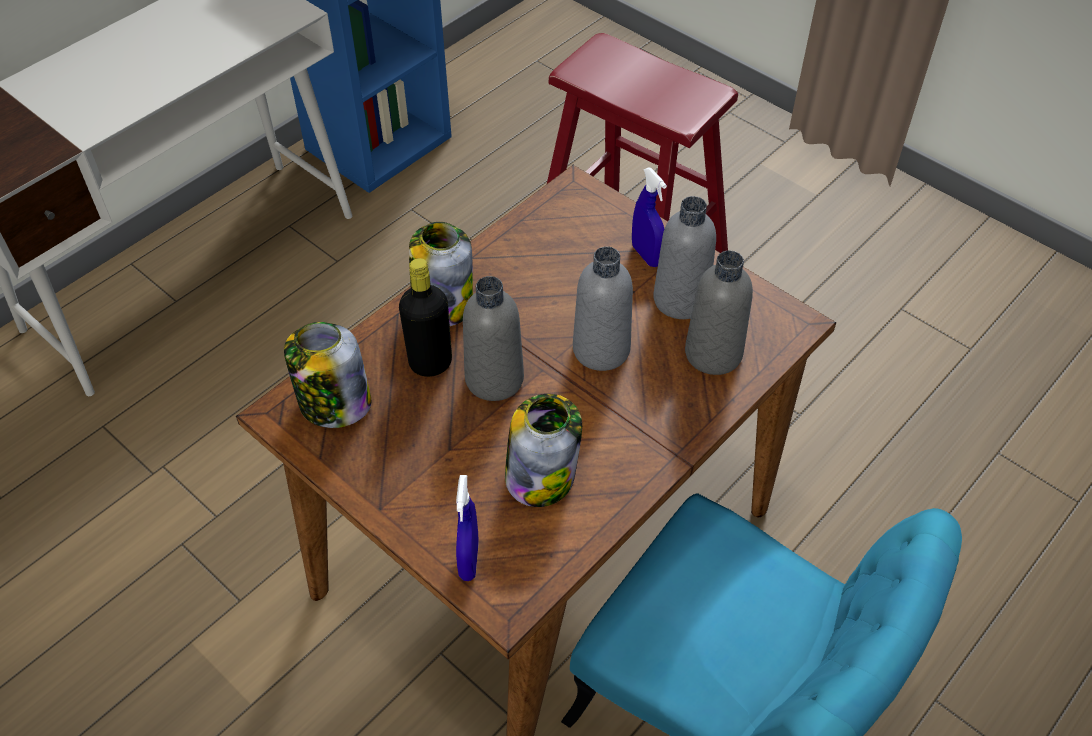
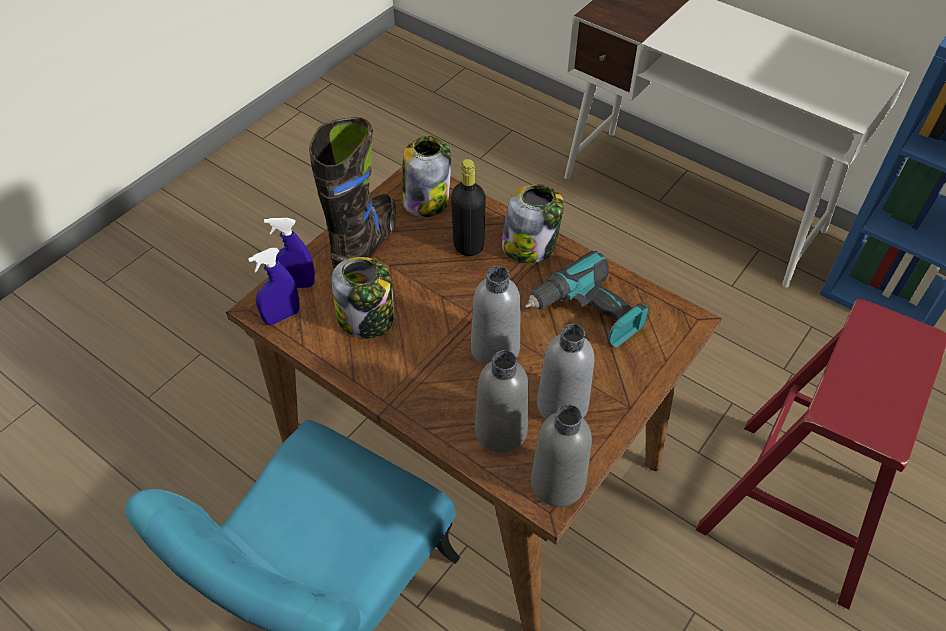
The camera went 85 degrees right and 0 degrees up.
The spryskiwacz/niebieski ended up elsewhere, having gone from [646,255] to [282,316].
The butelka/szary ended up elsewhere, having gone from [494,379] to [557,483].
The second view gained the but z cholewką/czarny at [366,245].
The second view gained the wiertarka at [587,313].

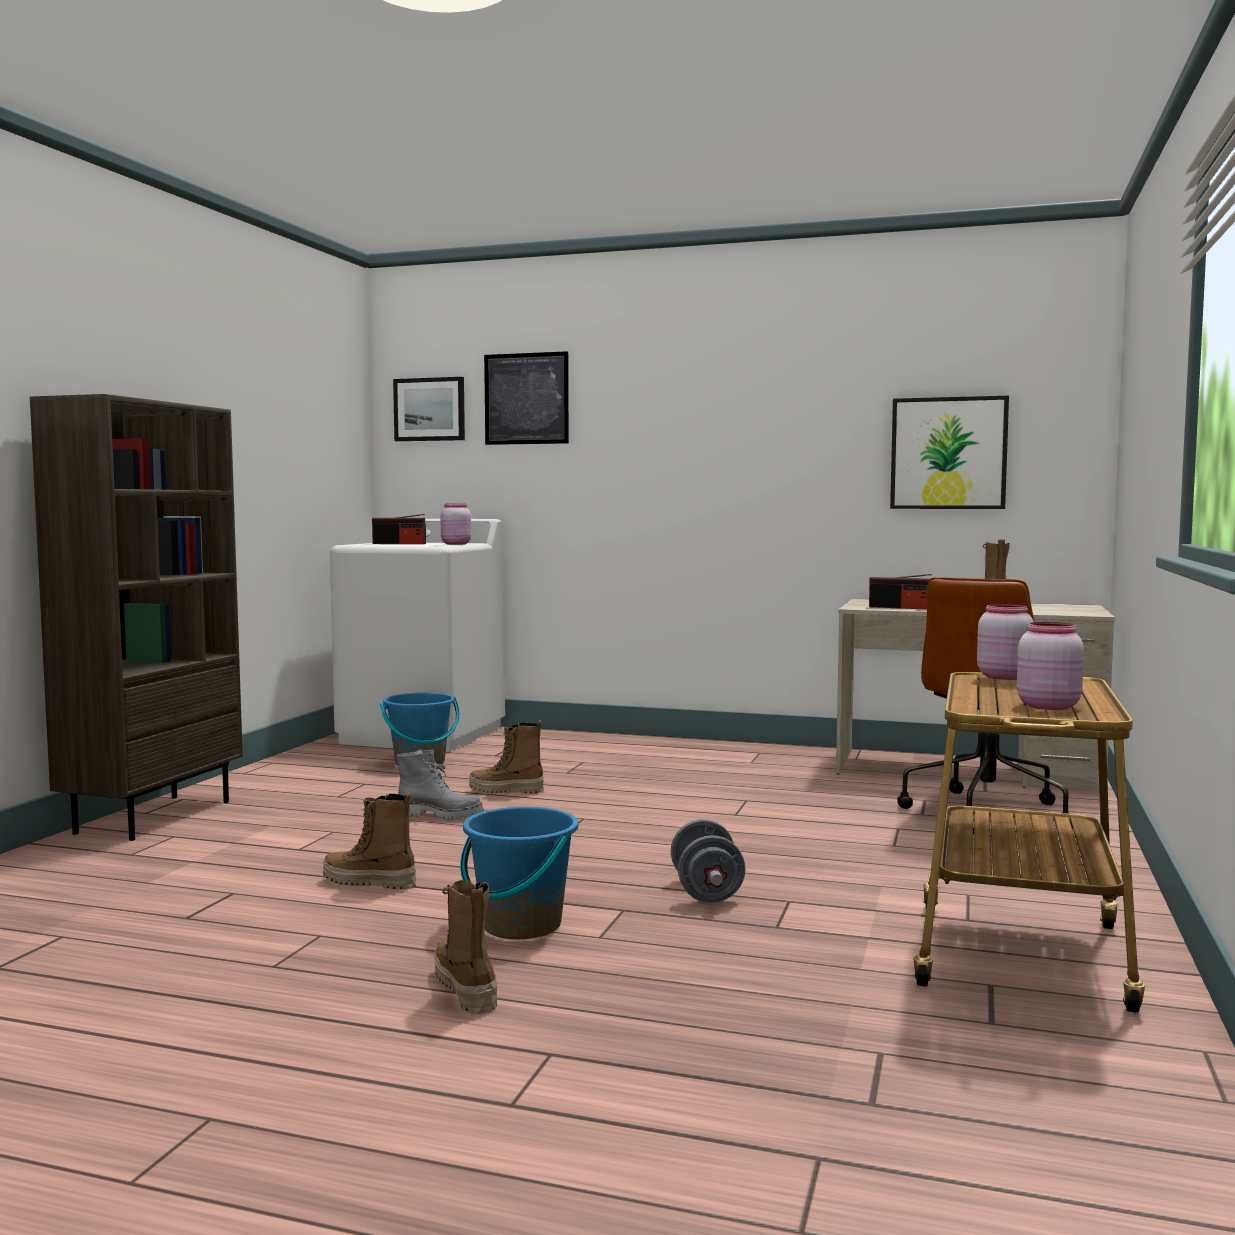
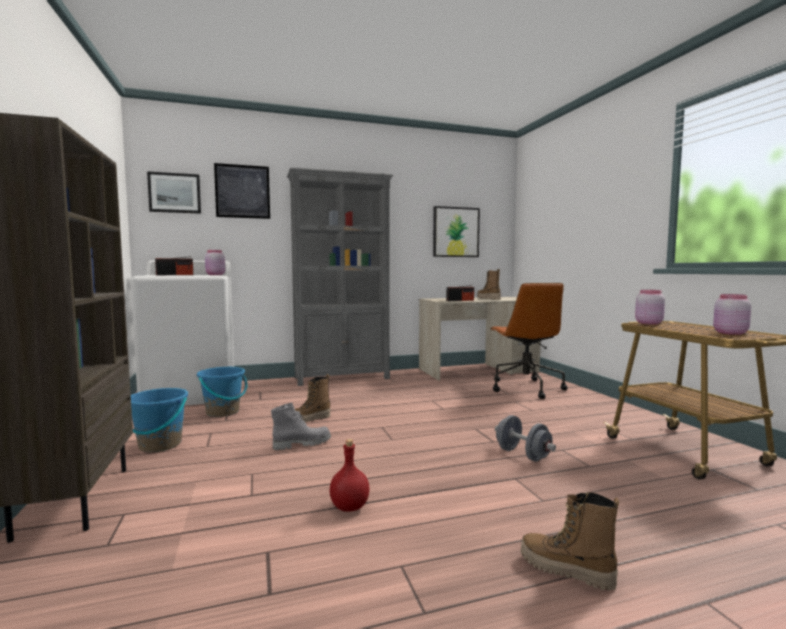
The camera went 35 degrees left and 0 degrees up.
Where the but z cholewką stood at [369,883], the butelka/czerwony came to stand at [350,507].
The wiadro/niebieski ended up elsewhere, having gone from [520,925] to [160,445].
The second view gained the regał/szary at [342,378].

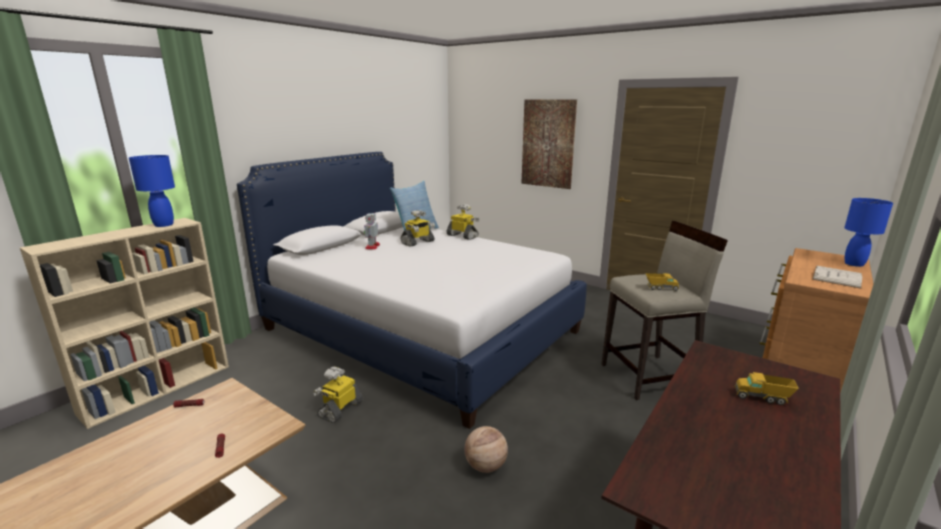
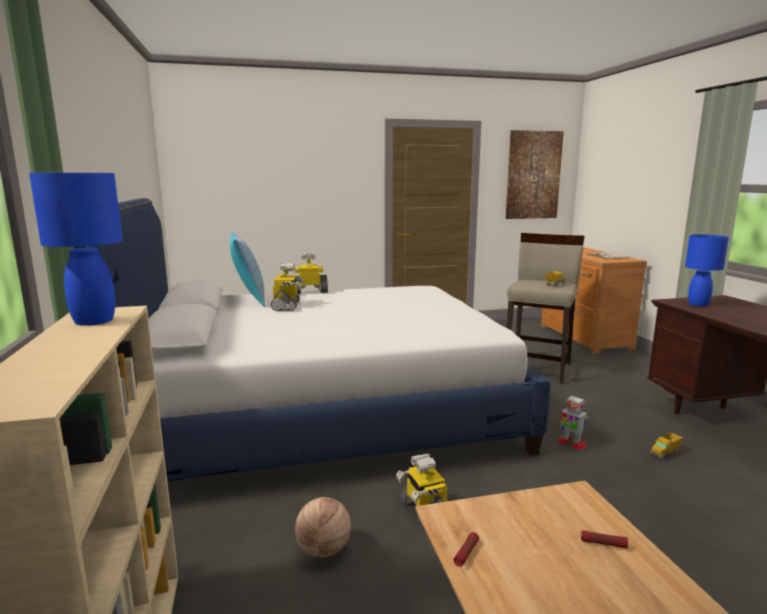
The camera went 50 degrees left and 5 degrees down.
The obraz ended up elsewhere, having gone from [548,144] to [533,175].
The lampa stołowa/niebieski ended up elsewhere, having gone from [854,264] to [698,304].
The robot zabawkowy ended up elsewhere, having gone from [372,246] to [571,443].
The ciężarówka zabawkowa ended up elsewhere, having gone from [762,398] to [665,453].
The piłka do koszykówki ended up elsewhere, having gone from [486,466] to [324,550].

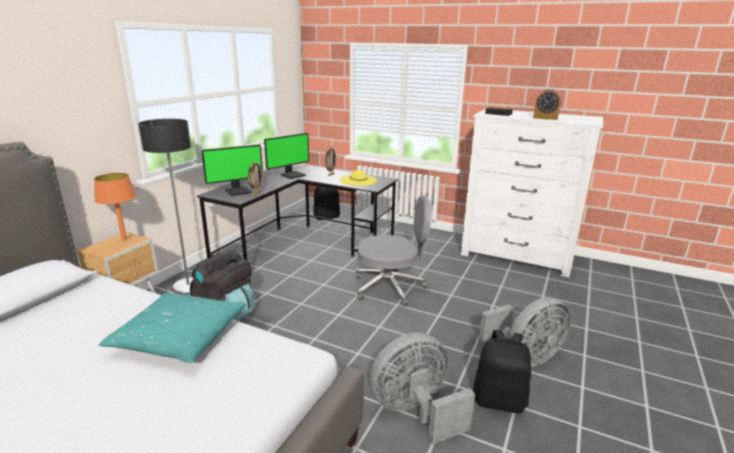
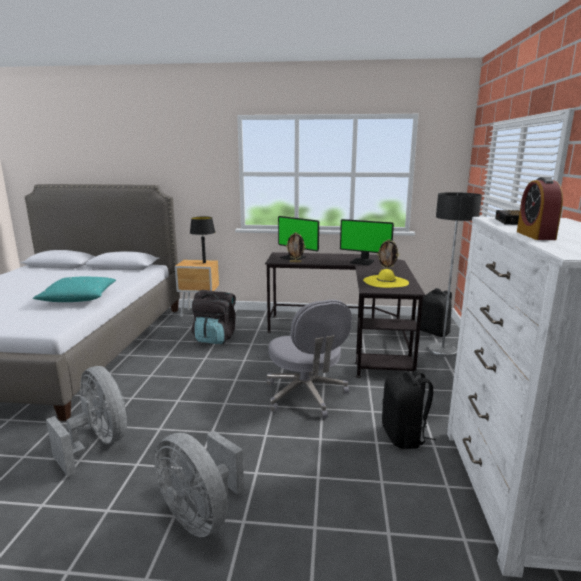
The camera went 70 degrees right and 5 degrees down.
The lampa stojąca ended up elsewhere, having gone from [188,286] to [442,350].
What was the lampa stołowa/pomarańczowy at [124,240] turned into the lampa stołowa/czarny at [204,263].
The plecak/czarny ended up elsewhere, having gone from [499,400] to [404,436].

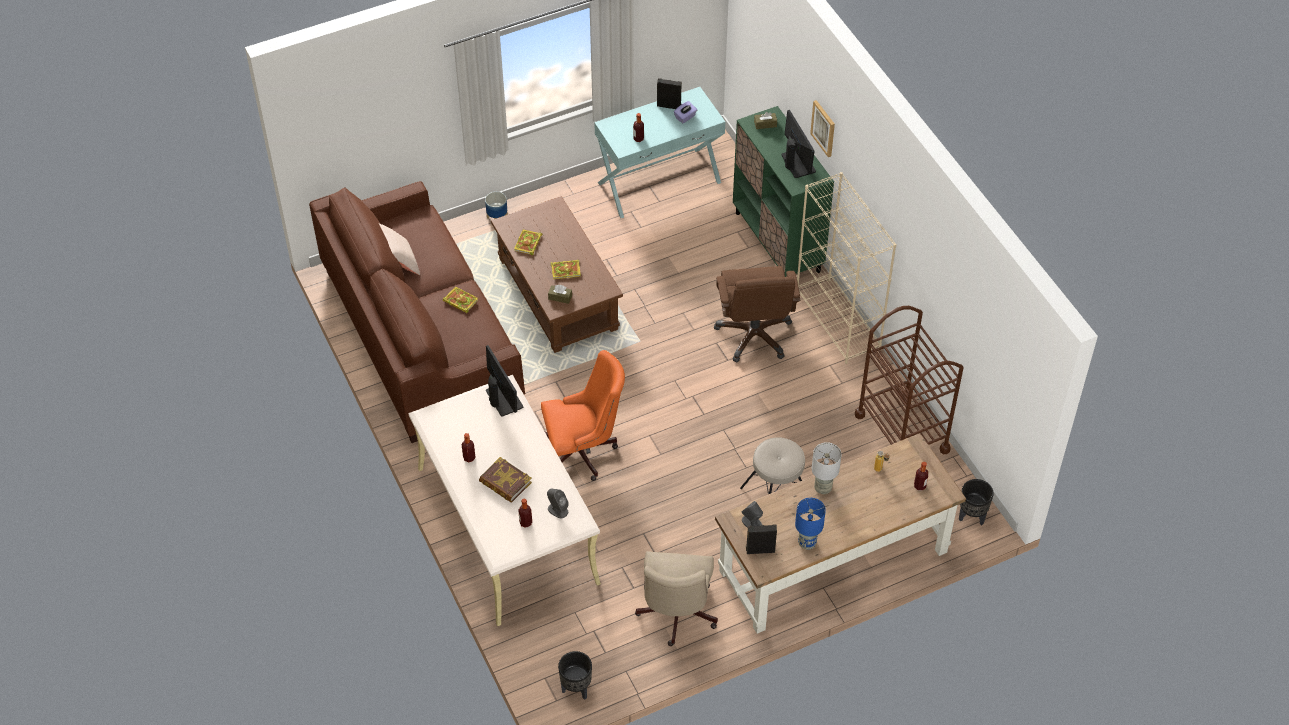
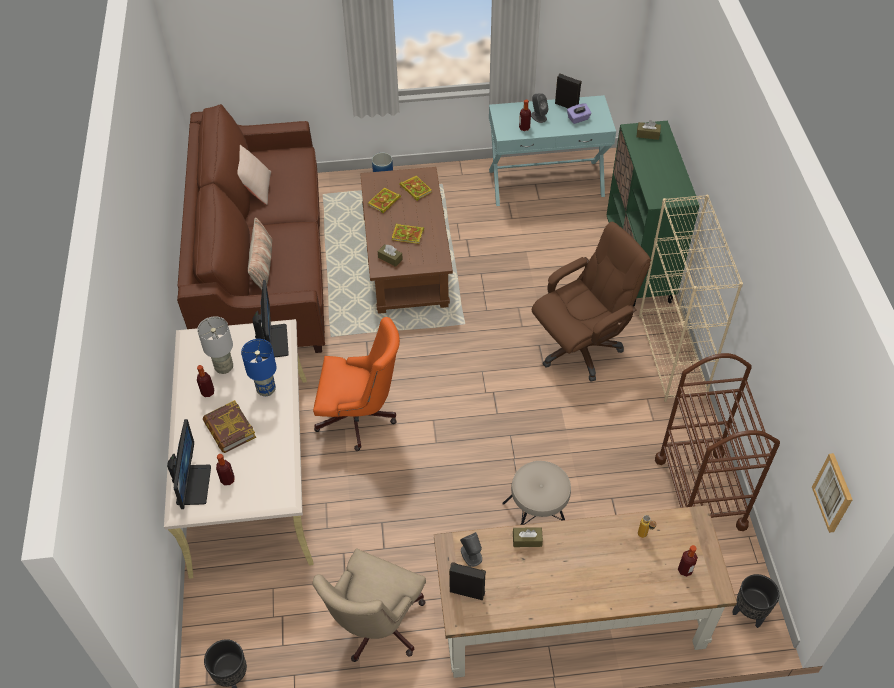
The camera went 20 degrees right and 0 degrees up.
The obraz ended up elsewhere, having gone from [823,128] to [833,493].
The monitor ended up elsewhere, having gone from [797,163] to [192,484].
The krzesło biurowe/brązowy at [754,335] ended up facing another way, 135 degrees counterclockwise from before.
The książka ended up elsewhere, having gone from [460,301] to [415,189].
The lampa stołowa/szary ended up elsewhere, having gone from [823,488] to [224,367].
The głośnik/szary ended up elsewhere, having gone from [557,510] to [538,116].
The lampa stołowa/niebieski ended up elsewhere, having gone from [807,543] to [266,390].
The second view gained the poduszka at [262,266].
The second view gained the pudełko chusteczek/brązowy at [527,540].

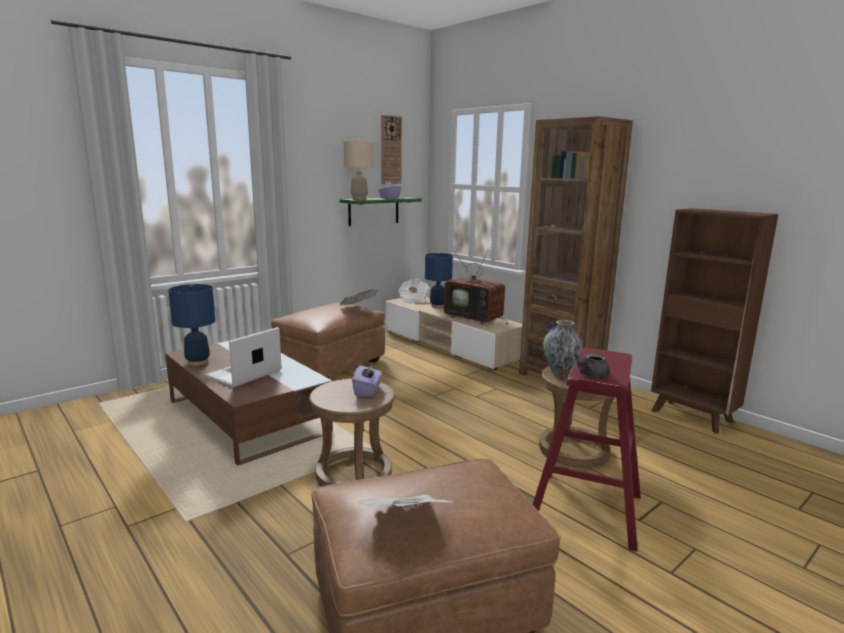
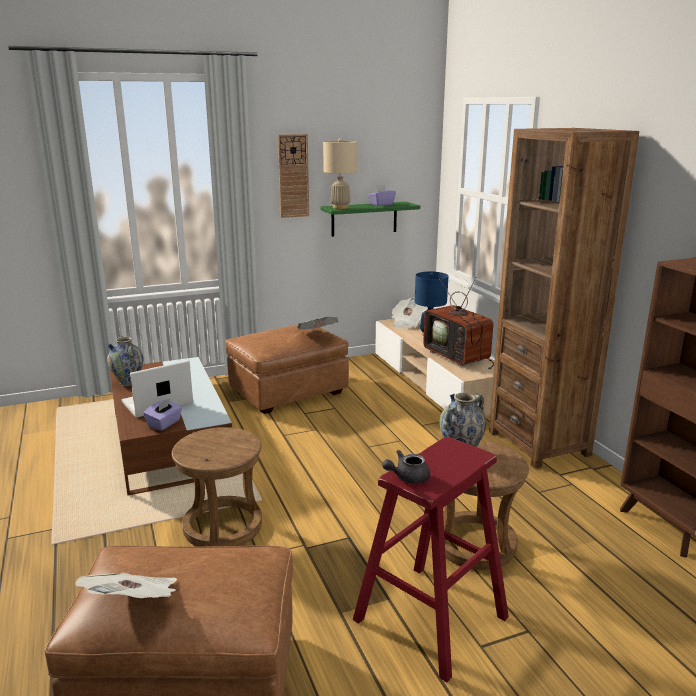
The camera went 20 degrees right and 5 degrees up.
The zegar ścienny ended up elsewhere, having gone from [391,150] to [293,176].
Where the lampa stołowa/niebieski stood at [198,362], the wazon came to stand at [128,383].
The pudełko chusteczek/fioletowy ended up elsewhere, having gone from [367,391] to [164,424].

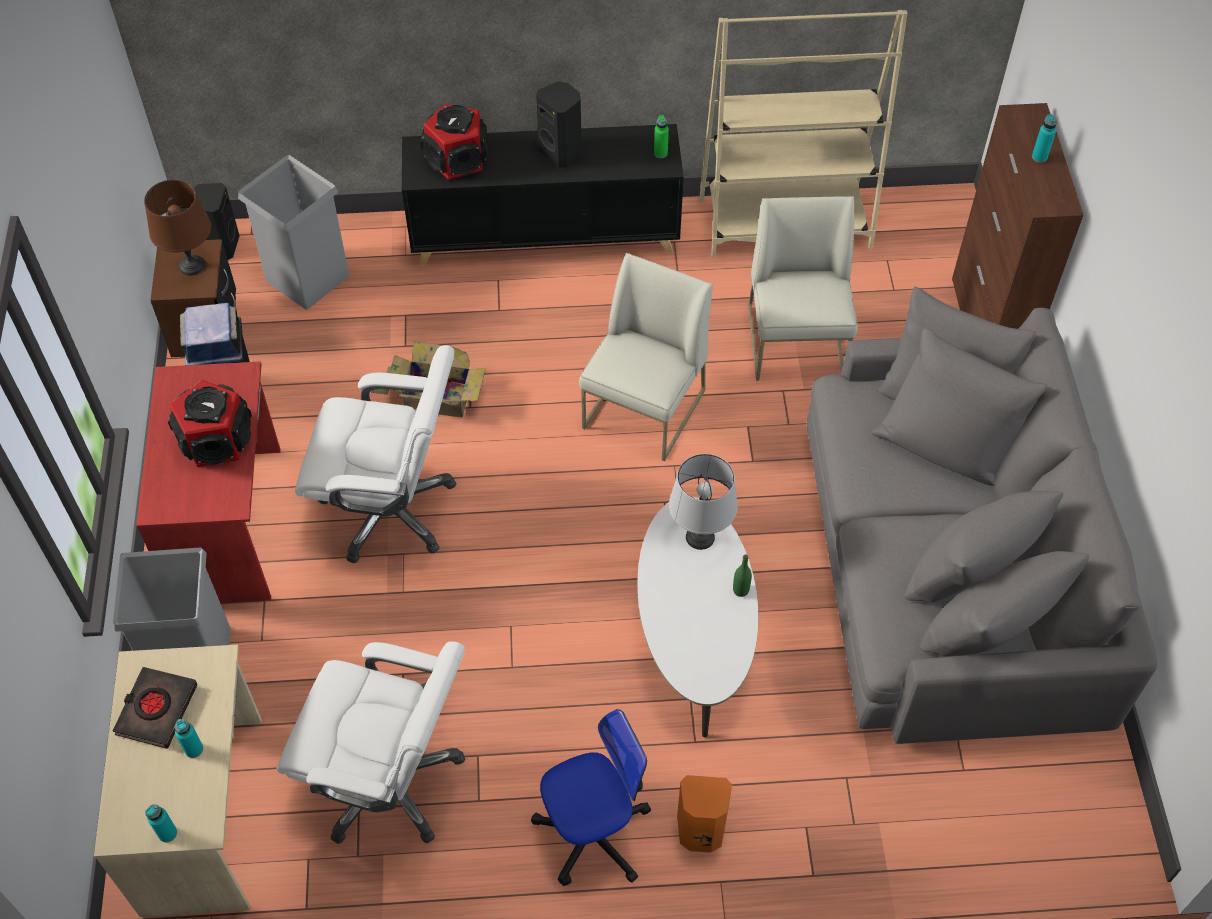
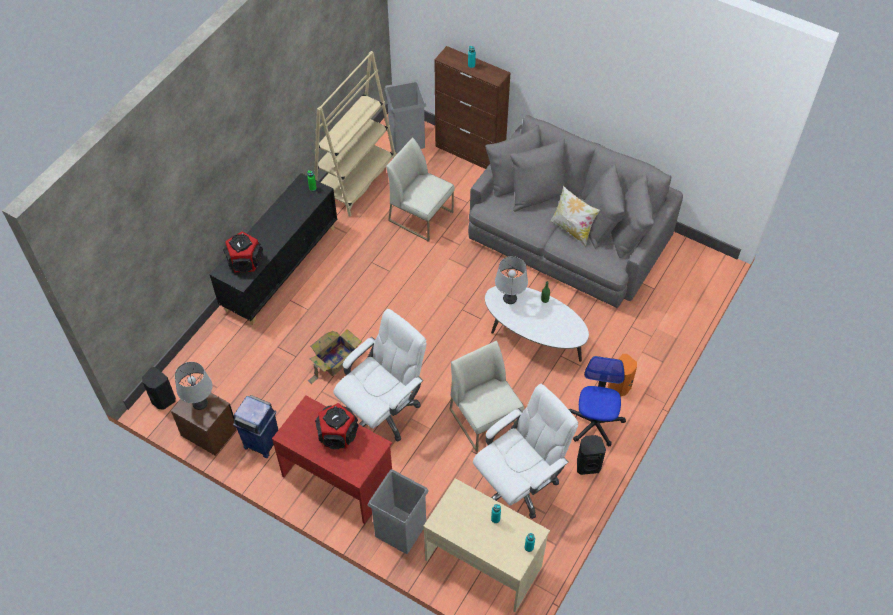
The camera went 55 degrees left and 0 degrees up.
The głośnik/czarny ended up elsewhere, having gone from [562,152] to [587,465].
The kosz na śmieci/szary ended up elsewhere, having gone from [308,277] to [407,139].
What was the lampa stołowa/brązowy at [192,265] turned into the lampa stołowa/szary at [199,403].
The krzesło/biały ended up elsewhere, having gone from [644,410] to [485,419].
The second view lost the książka/czarny at [156,710].
The second view gained the poduszka at [572,229].

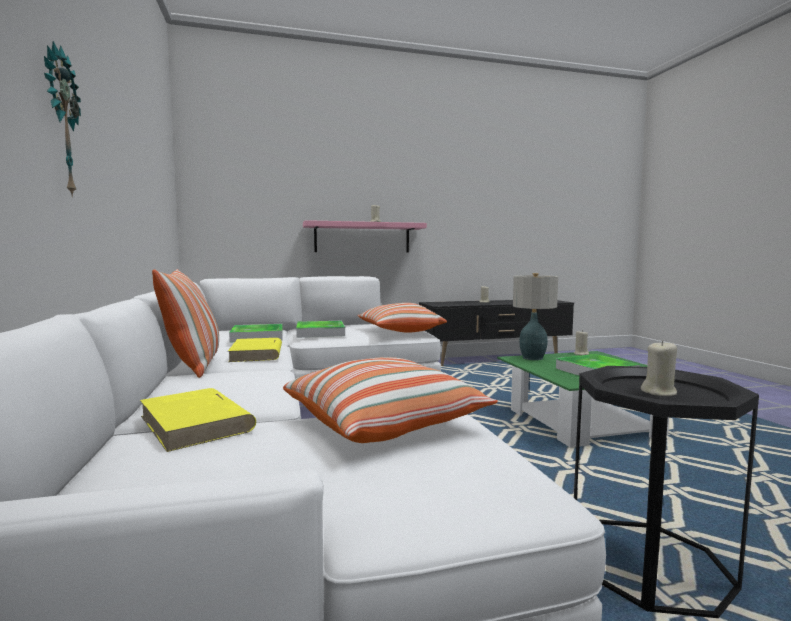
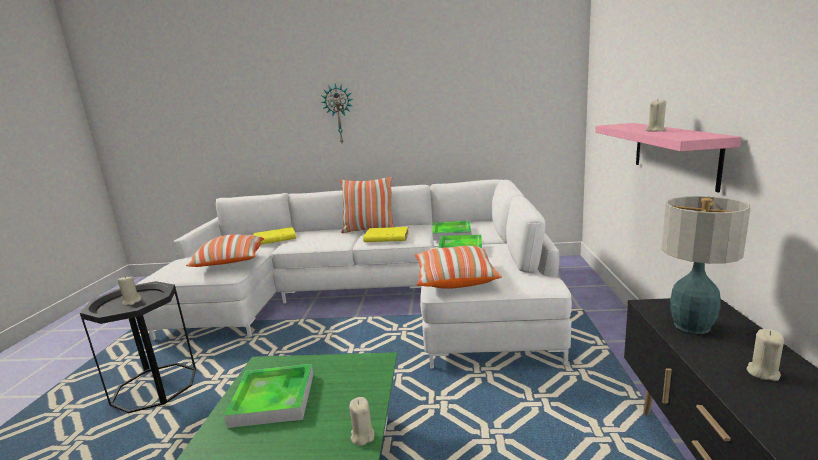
The camera went 110 degrees right and 10 degrees up.
The lampa stołowa ended up elsewhere, having gone from [532,358] to [691,325].

